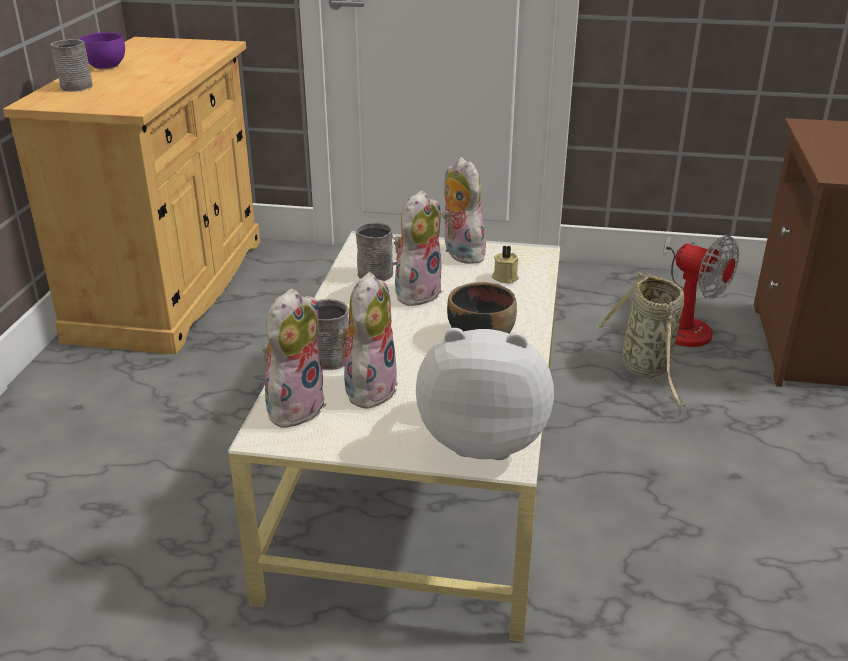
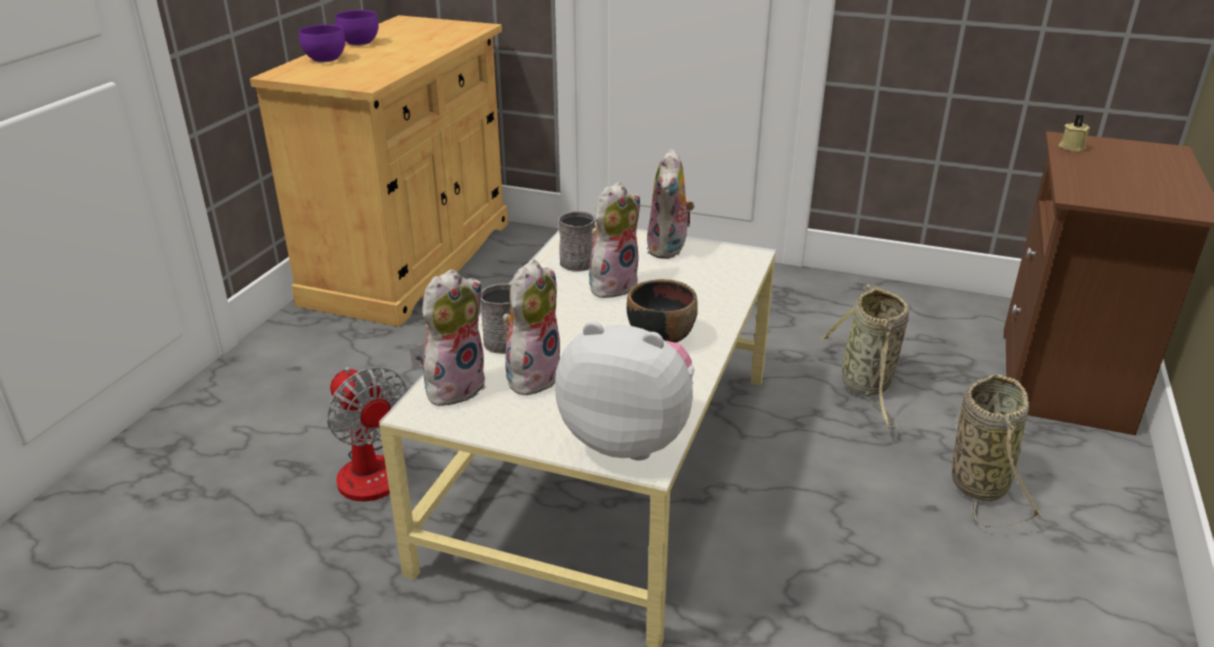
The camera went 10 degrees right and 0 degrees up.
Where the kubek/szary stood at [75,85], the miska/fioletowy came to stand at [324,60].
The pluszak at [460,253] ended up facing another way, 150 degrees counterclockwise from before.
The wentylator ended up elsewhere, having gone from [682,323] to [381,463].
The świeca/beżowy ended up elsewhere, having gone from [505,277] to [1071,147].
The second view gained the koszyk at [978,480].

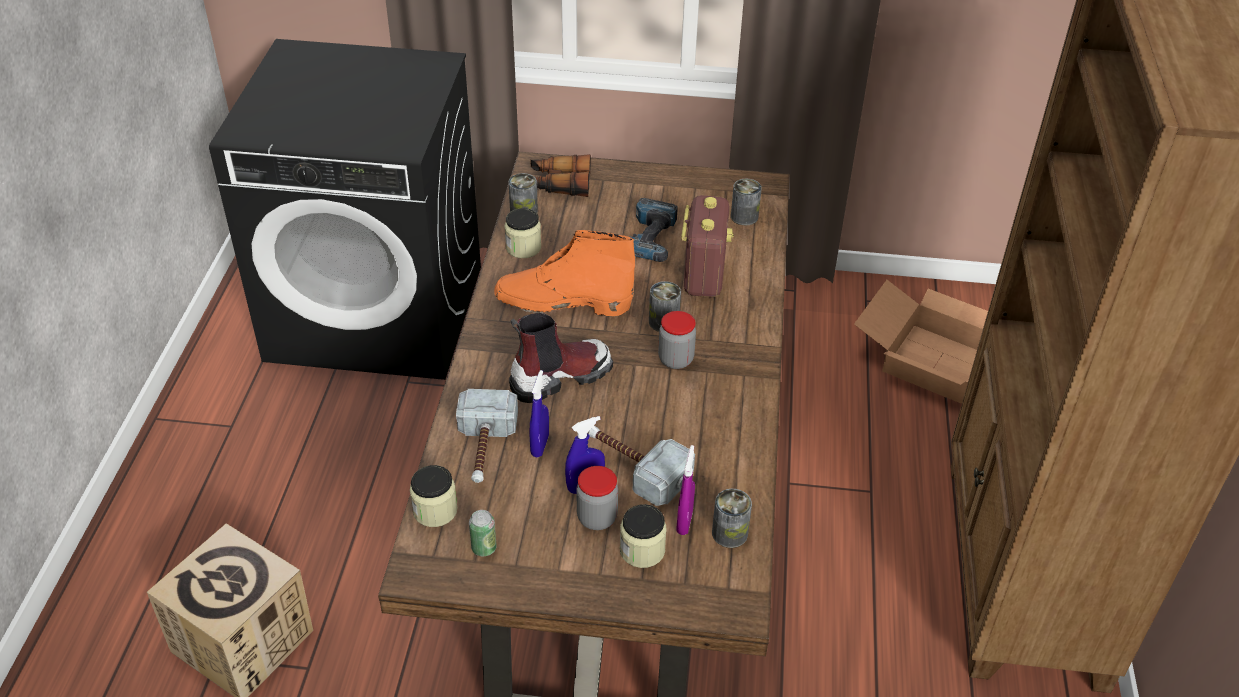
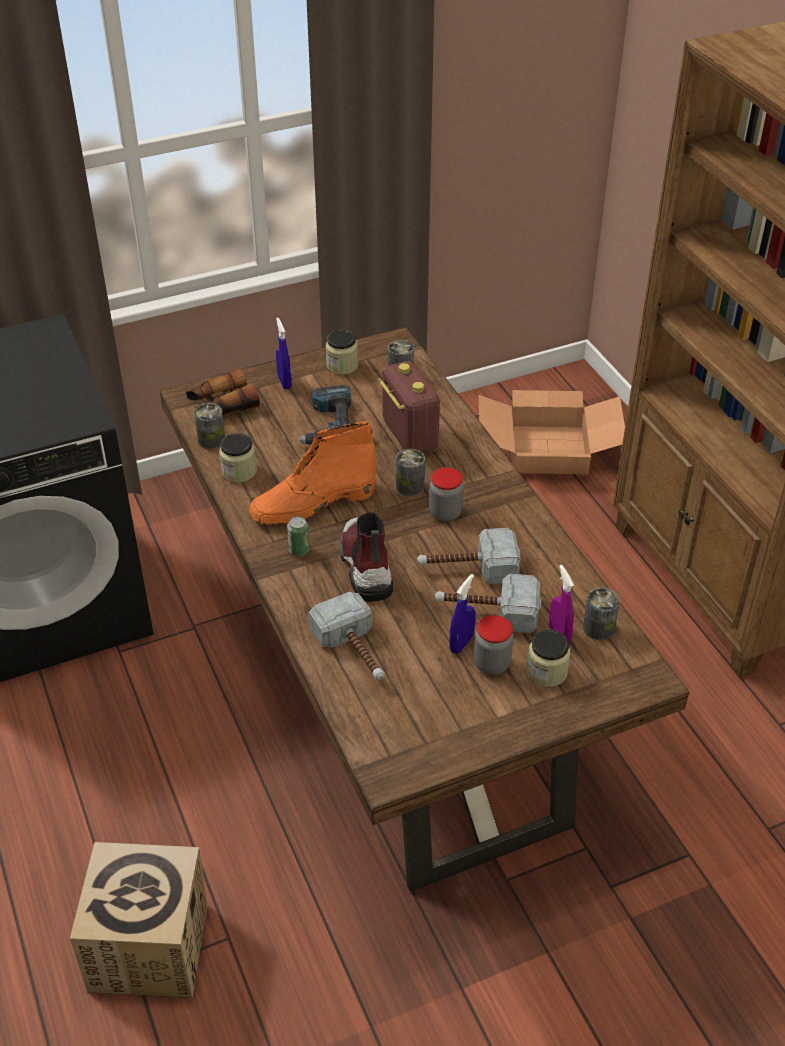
The camera went 30 degrees left and 0 degrees up.
The but z cholewką at [560,377] ended up facing another way, 45 degrees counterclockwise from before.
The spryskiwacz/niebieski ended up elsewhere, having gone from [540,445] to [284,382].
The słoik ended up elsewhere, having gone from [435,510] to [342,365].
The puszka ended up elsewhere, having gone from [484,548] to [299,550].
The second view gained the młotek at [467,568].

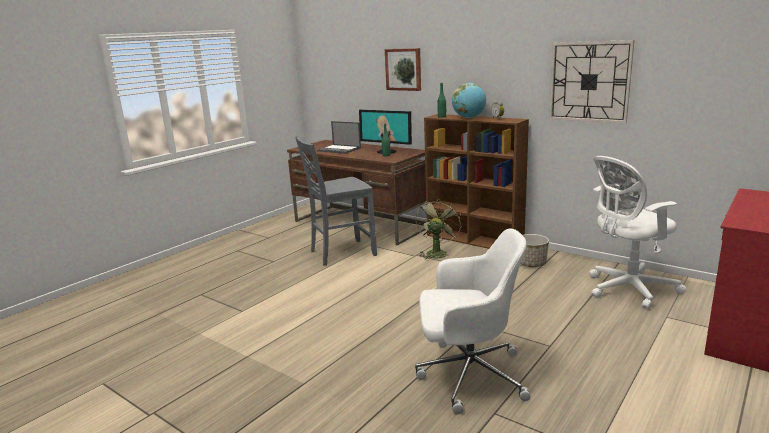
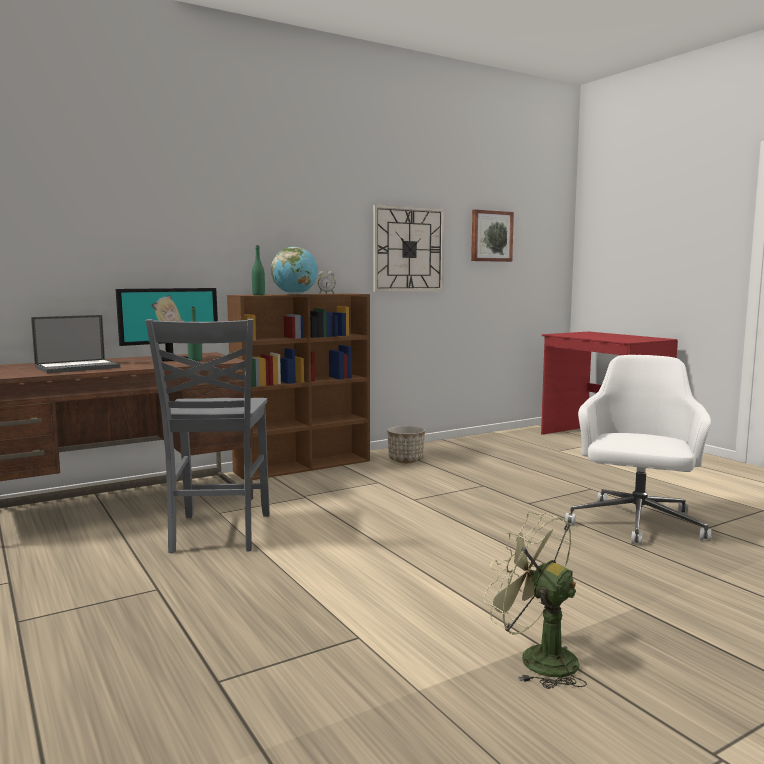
The camera went 70 degrees left and 10 degrees down.
The obraz ended up elsewhere, having gone from [403,69] to [491,236].
The second view lost the krzesło biurowe/biały at [627,289].
The wentylator/zielony ended up elsewhere, having gone from [437,252] to [536,658].

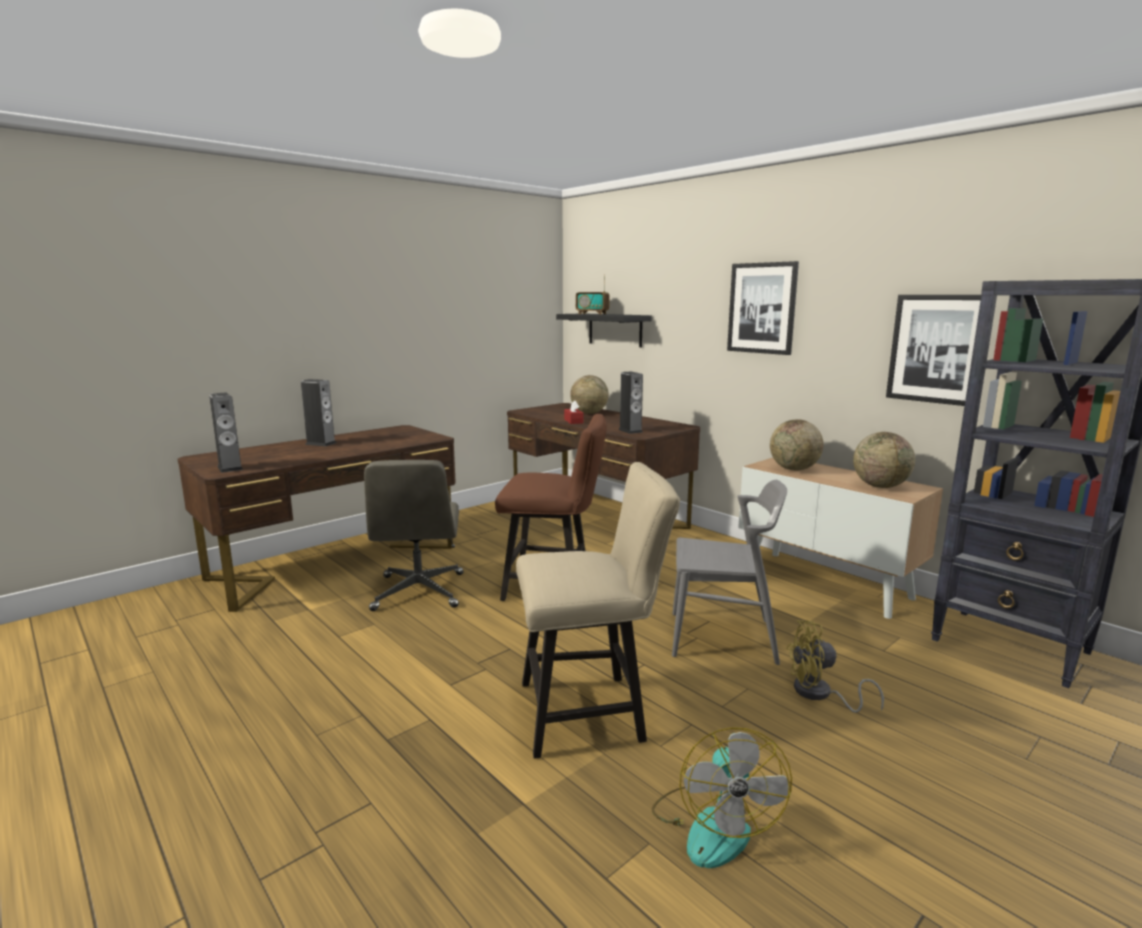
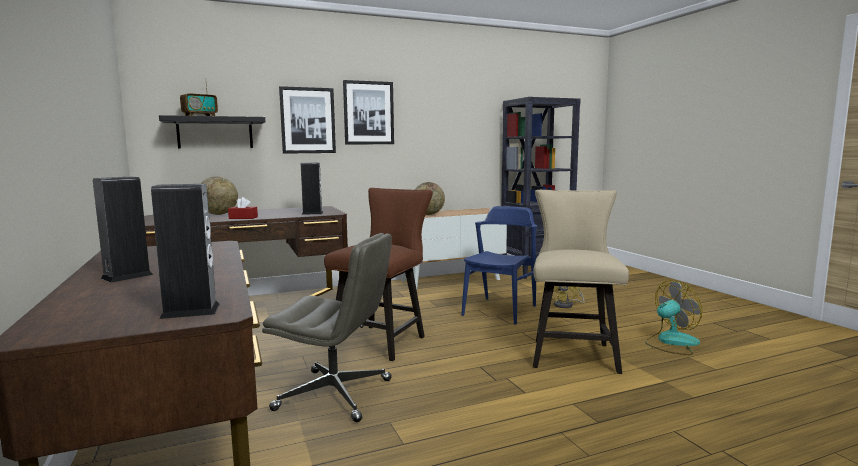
The camera went 70 degrees left and 5 degrees down.
The obraz ended up elsewhere, having gone from [938,349] to [307,120].
The second view lost the globus at [880,486].
What was the krzesło/szary at [722,637] turned into the krzesło/niebieski at [500,310].
The wentylator at [713,824] ended up facing another way, 45 degrees counterclockwise from before.

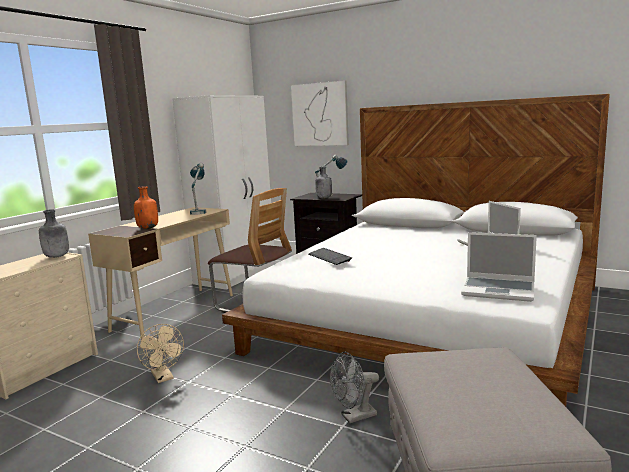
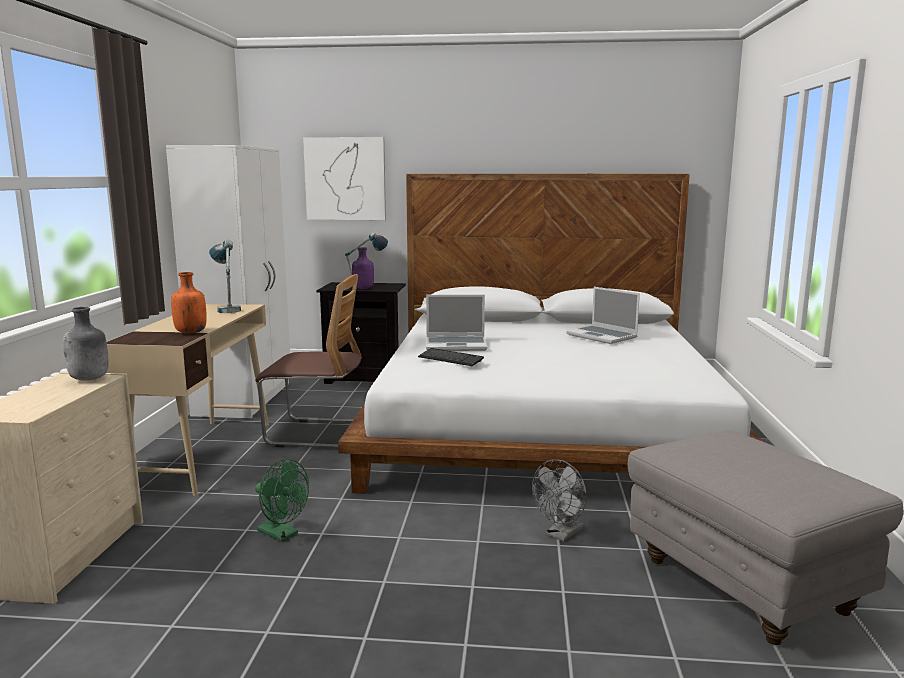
The camera went 25 degrees left and 0 degrees up.
What was the butelka/szary at [323,198] turned into the butelka/fioletowy at [363,288].
The laptop ended up elsewhere, having gone from [499,290] to [457,345].
What was the wentylator/beżowy at [164,377] turned into the wentylator/zielony at [282,534].

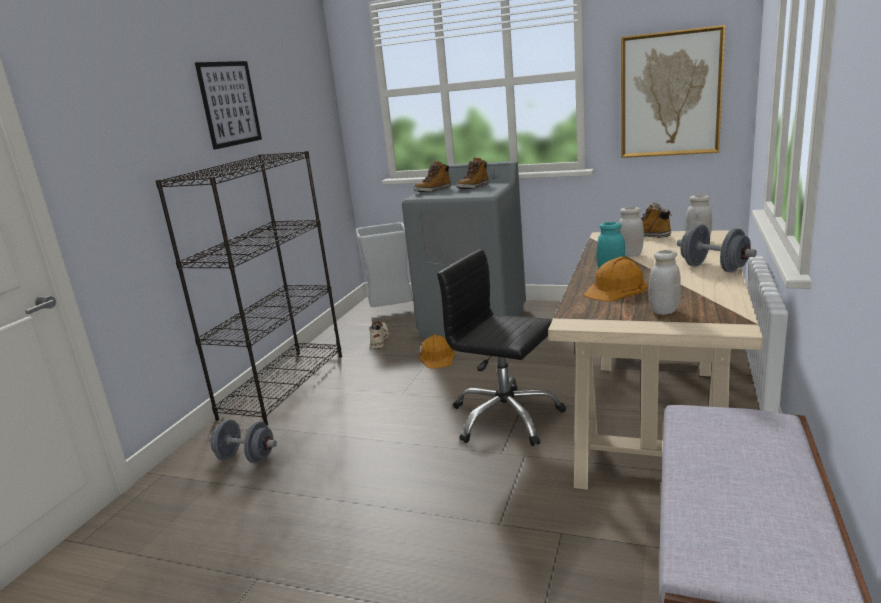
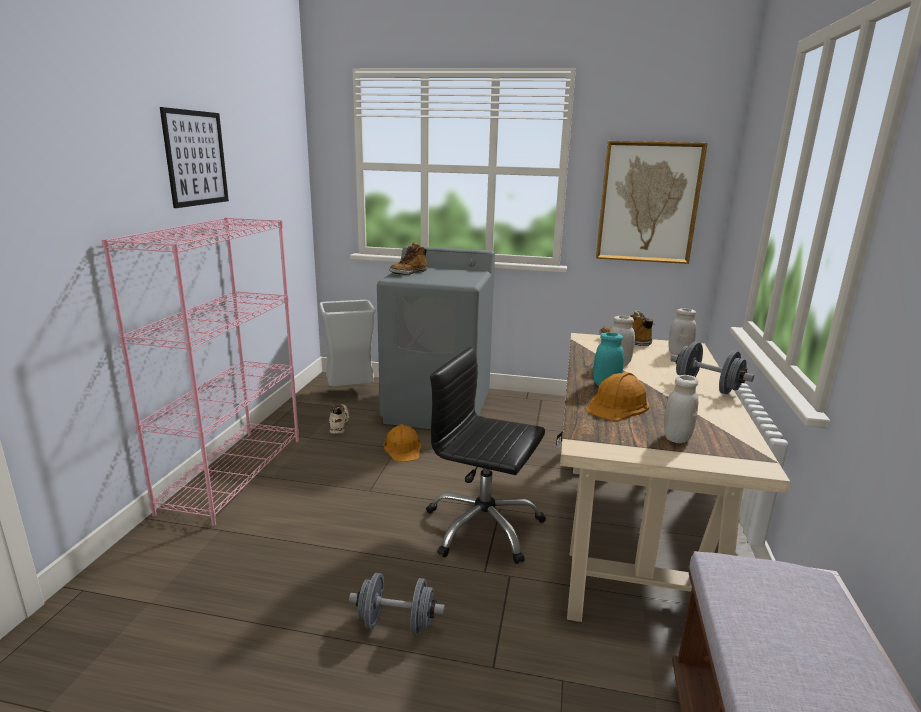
The camera went 10 degrees left and 0 degrees up.
What was the regał/czarny at [284,385] turned into the regał/różowy at [234,473].
The second view lost the but z cholewką at [473,187].
The hantel/szary ended up elsewhere, having gone from [246,458] to [397,623].

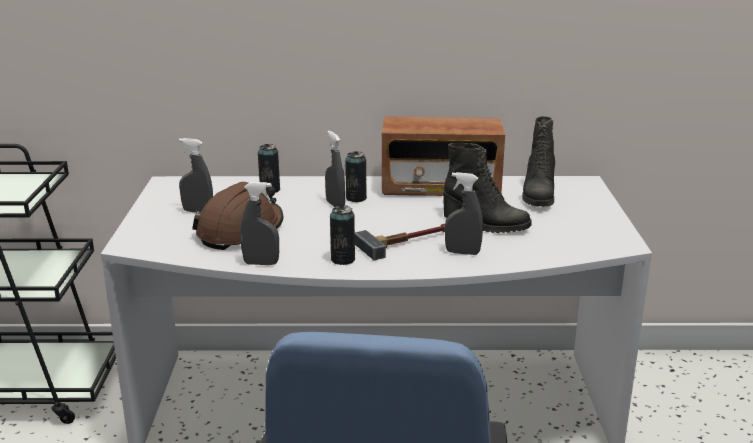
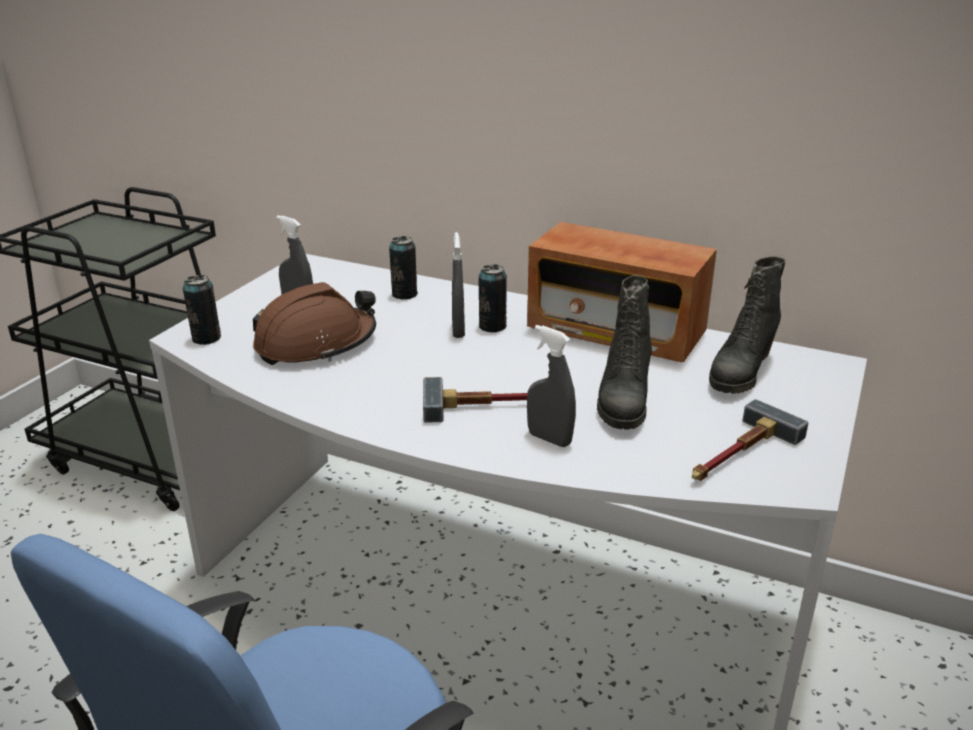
The camera went 25 degrees right and 5 degrees up.
The but z cholewką/czarny at [485,224] ended up facing another way, 45 degrees clockwise from before.
The second view lost the spryskiwacz/szary at [261,263].
The puszka ended up elsewhere, having gone from [343,259] to [206,338].
The second view gained the młotek at [737,454].

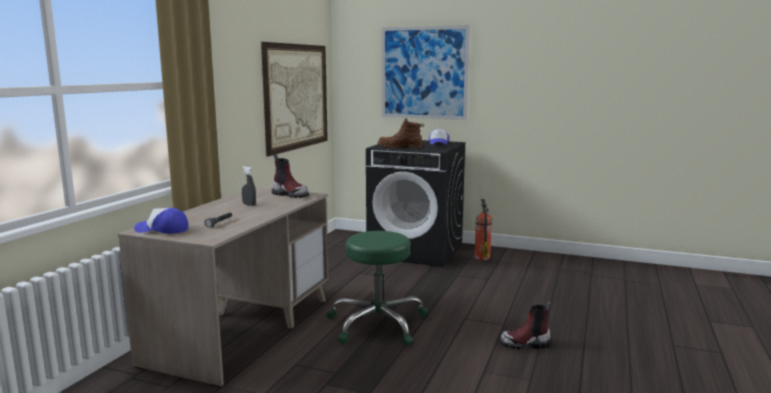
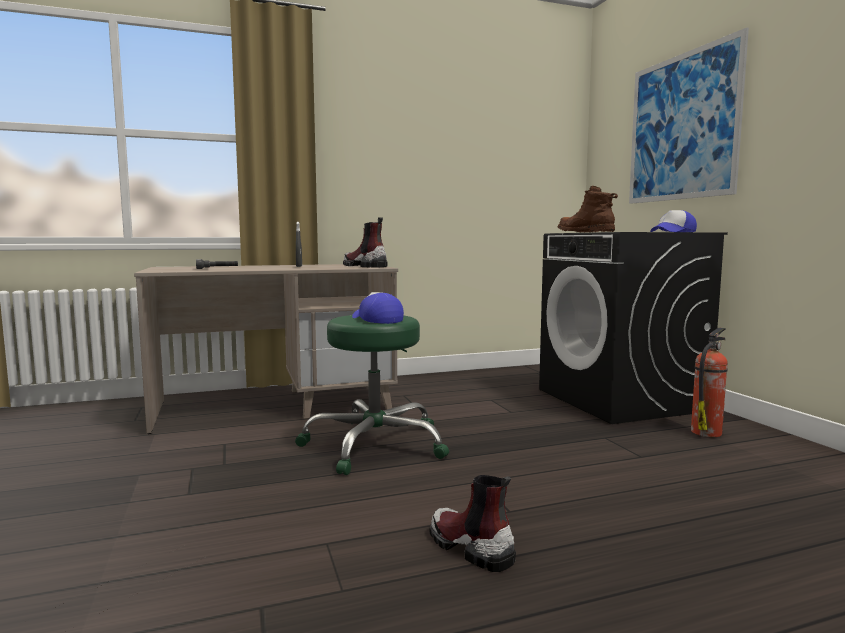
The camera went 50 degrees right and 5 degrees down.
The second view lost the obraz at [296,97].
The but z cholewką at [290,195] ended up facing another way, 135 degrees clockwise from before.
The czapka z daszkiem ended up elsewhere, having gone from [162,230] to [376,319].

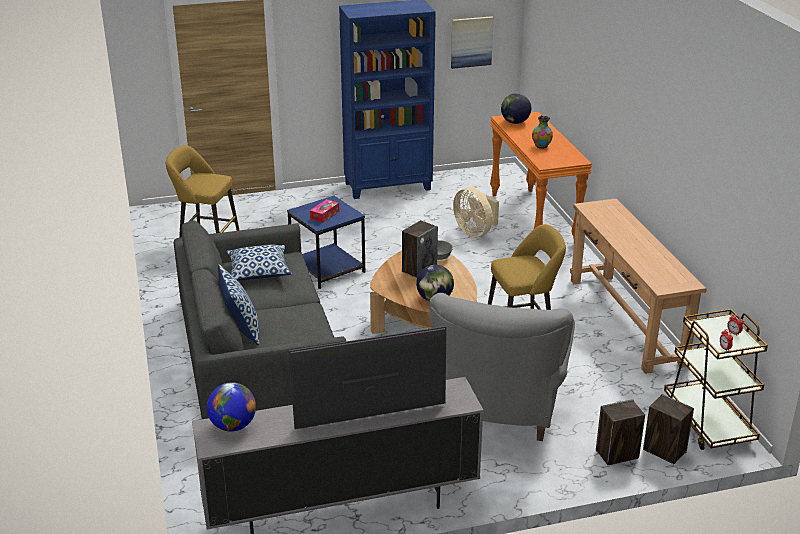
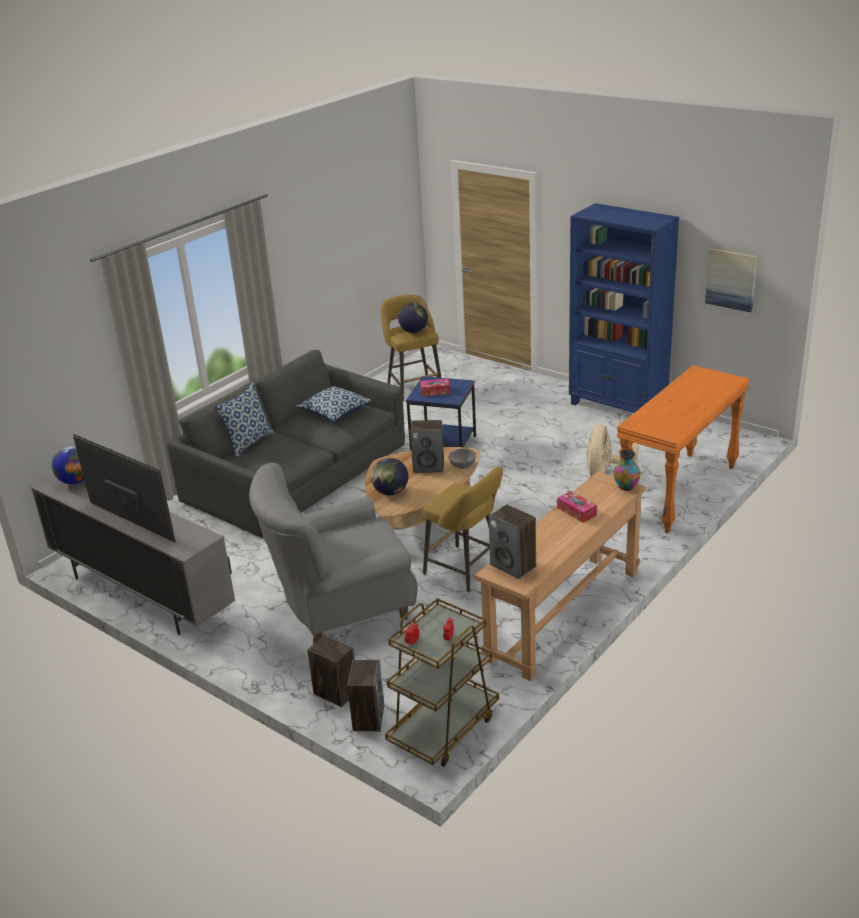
The camera went 55 degrees right and 0 degrees up.
The globus ended up elsewhere, having gone from [515,122] to [414,331].
The wazon ended up elsewhere, having gone from [541,146] to [626,487].
The second view gained the pudełko chusteczek at [576,511].
The second view gained the głośnik at [513,566].

